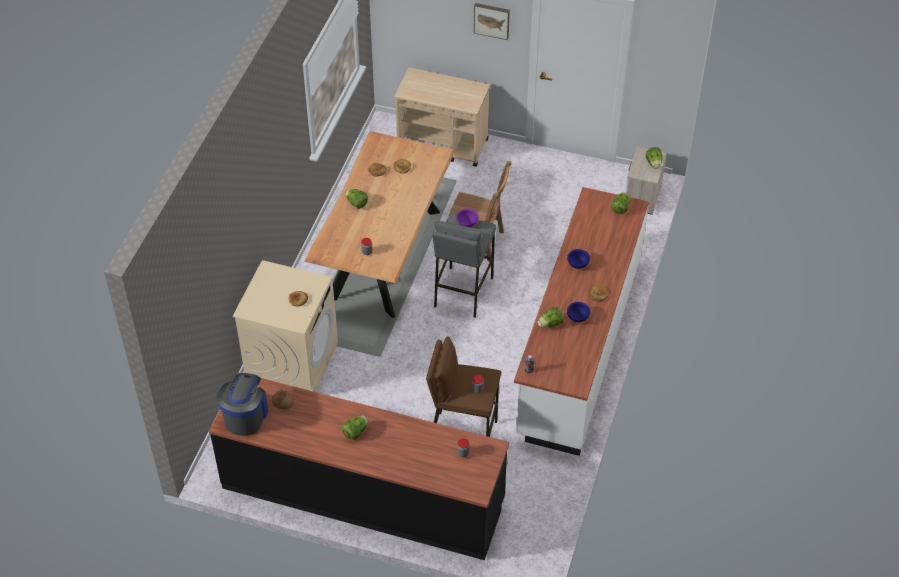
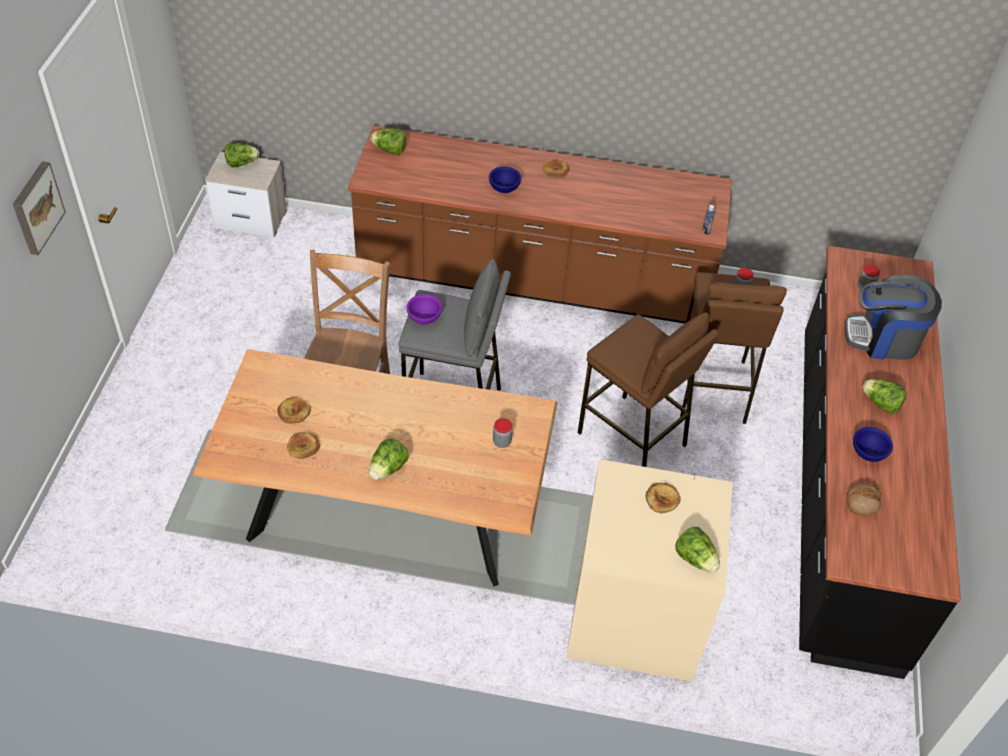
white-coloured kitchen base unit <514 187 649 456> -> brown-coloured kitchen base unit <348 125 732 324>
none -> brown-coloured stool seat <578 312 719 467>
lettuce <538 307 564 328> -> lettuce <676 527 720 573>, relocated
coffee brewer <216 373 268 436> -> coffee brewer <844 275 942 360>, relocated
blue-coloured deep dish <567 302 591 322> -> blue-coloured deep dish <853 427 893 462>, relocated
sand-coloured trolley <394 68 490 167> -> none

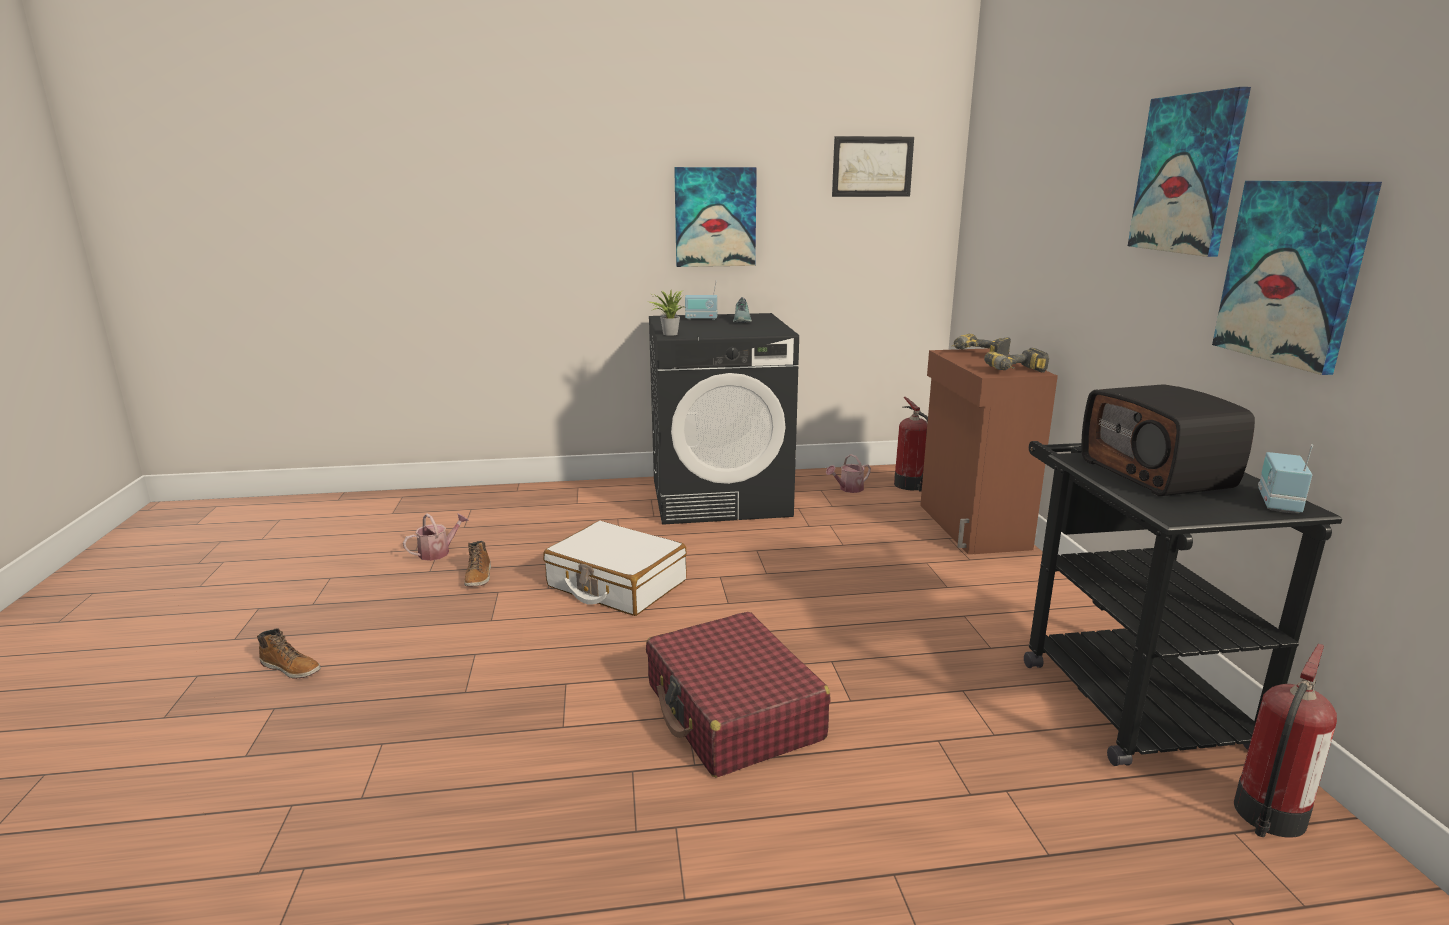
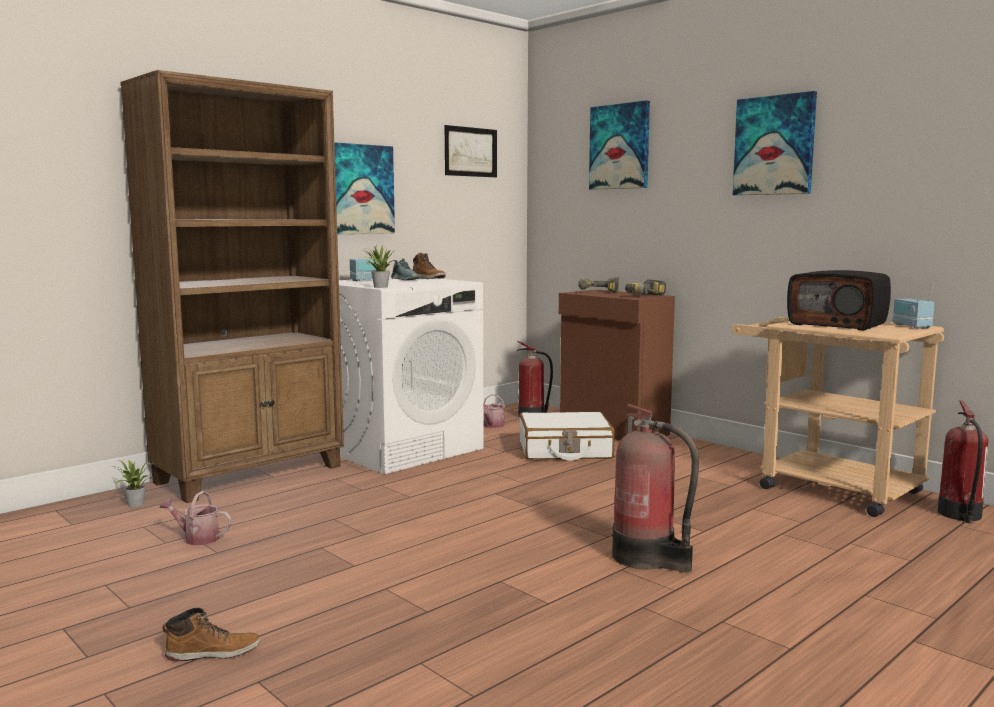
none -> houseplant <111 459 153 507>
none -> brown-coloured bookcase <120 70 344 503>
watering pot <403 513 468 561> -> watering pot <159 491 231 545>, 90 degrees counterclockwise
black laundry machine <649 313 799 525> -> white-coloured laundry machine <339 277 483 474>
tall boot <464 541 491 586> -> tall boot <413 253 446 279>, relocated
white-coloured travel case <543 521 687 616> -> white-coloured travel case <519 412 615 461>, relocated
wall picture <1212 181 1382 375> -> wall picture <589 100 650 190>, relocated
red-coloured travel case <646 612 831 778> -> extinguisher <612 404 699 572>
black trolley <1024 441 1342 766> -> sand-coloured trolley <731 317 944 517>

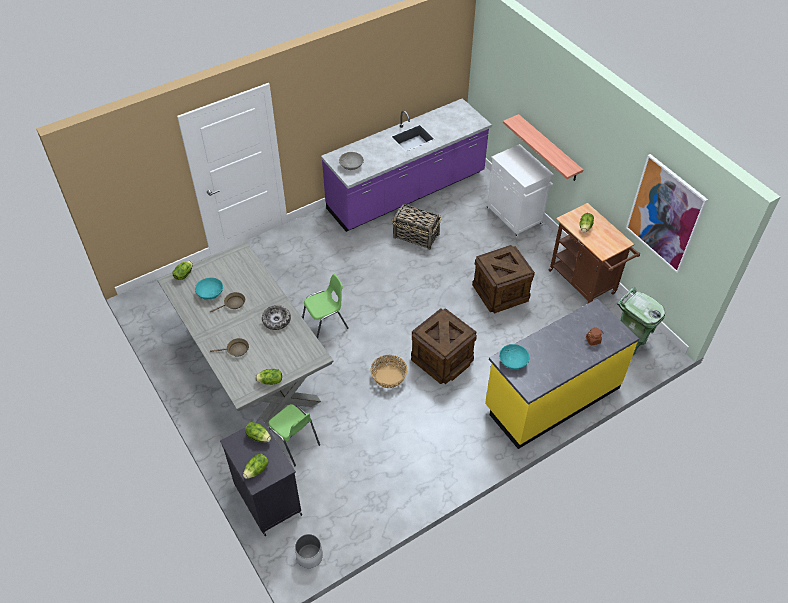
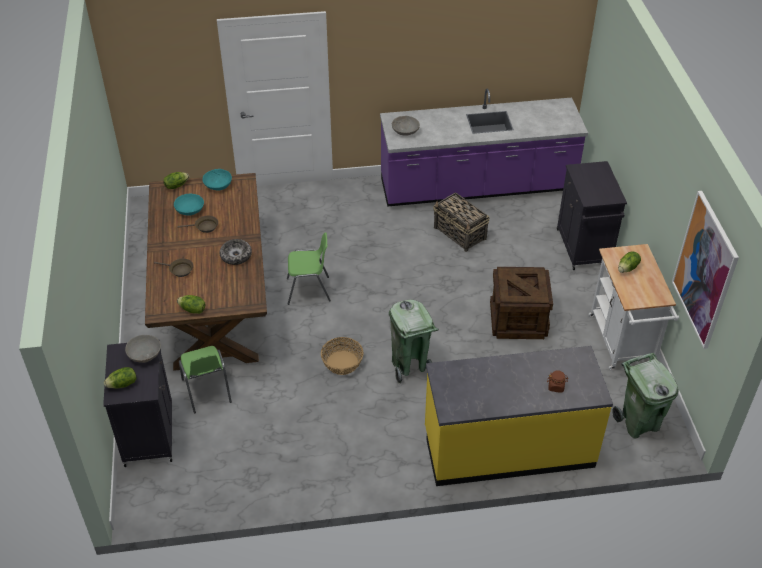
lettuce <245 422 271 442> -> greyish deep dish <125 335 161 363>
greyish dinner table <157 241 333 427> -> brown-coloured dinner table <145 173 267 371>
blue-green deep dish <499 344 529 369> -> blue-green deep dish <203 169 232 190>, relocated
crate <411 308 477 384> -> greenish waste bin <389 299 439 384>
white-coloured storage cabinet <486 144 554 238> -> black storage cabinet <557 161 627 270>
brown-coloured trolley <549 203 640 303> -> white-coloured trolley <588 244 679 370>
white-coloured plant pot <295 534 323 568> -> none
shelf <503 114 584 181> -> none

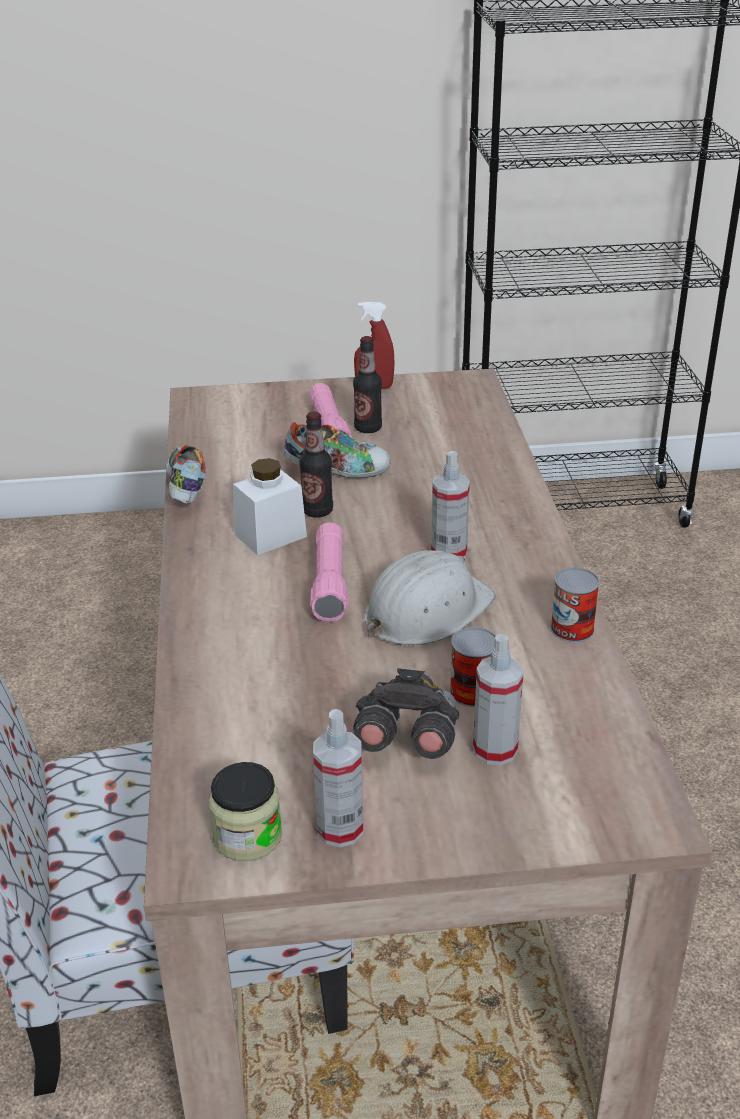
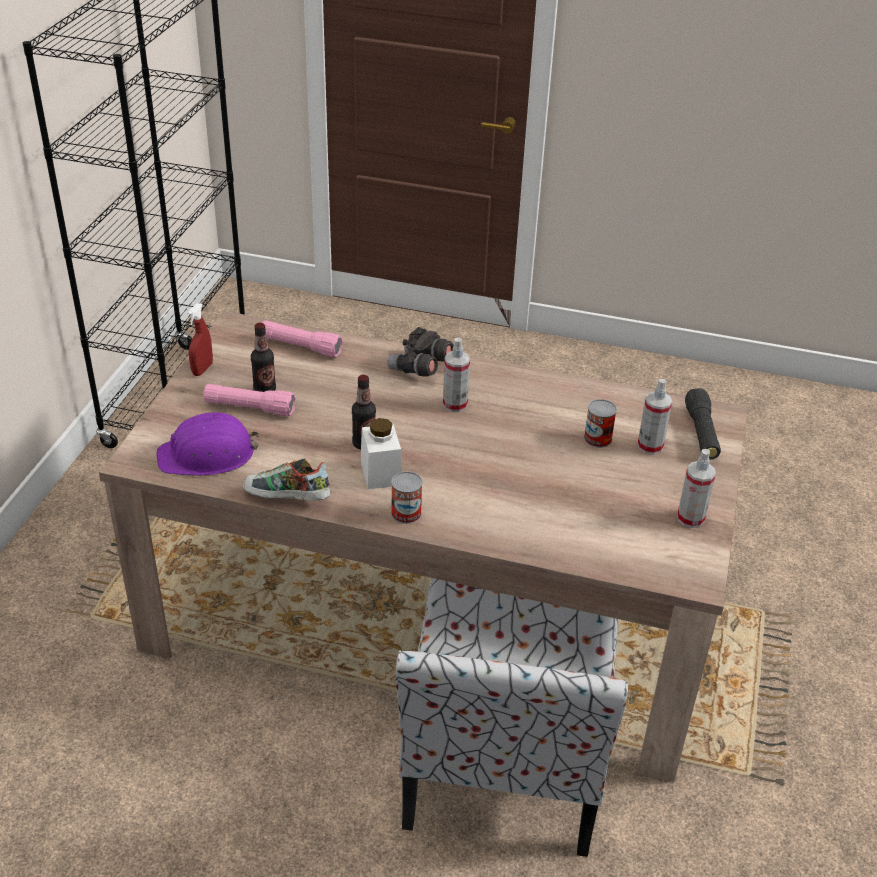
none -> purple-coloured safety helmet <157 412 259 476>
pink-coloured torch <310 522 348 622> -> pink-coloured torch <262 320 343 357>, relocated
greyish binoculars <353 668 459 759> -> greyish binoculars <387 327 454 377>, relocated
can <550 567 600 642> -> can <391 471 422 524>, relocated
none -> black torch <685 388 721 460>
jar <208 762 282 861> -> none
low shoe <283 422 391 478> -> none
white-coloured safety helmet <364 550 495 645> -> none

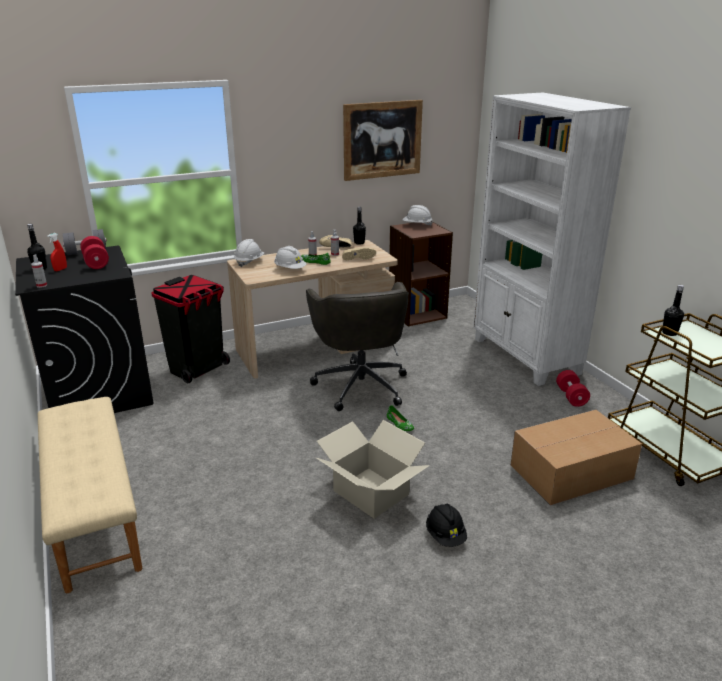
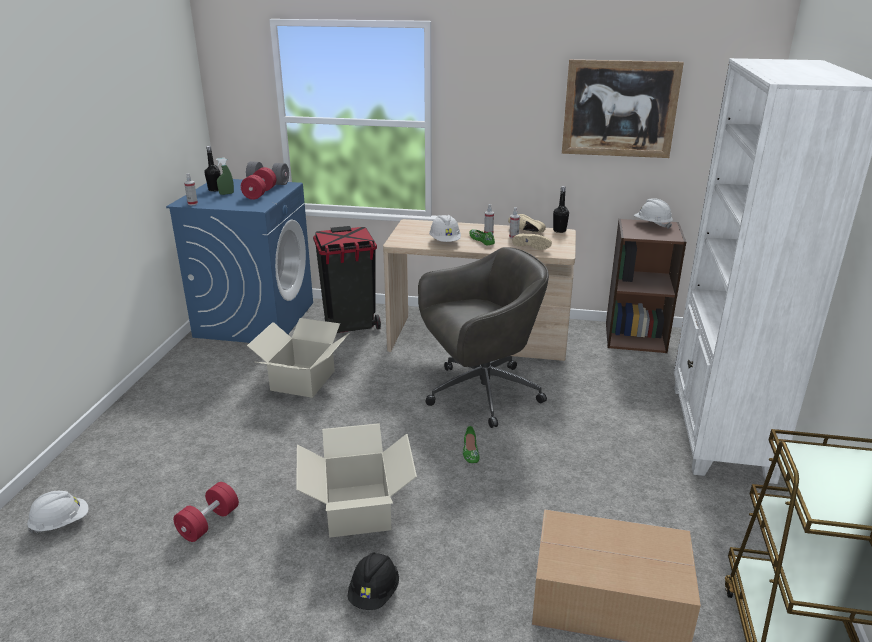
white-coloured safety helmet <234 239 264 267> -> white-coloured safety helmet <27 491 89 534>, relocated
black laundry machine <15 246 154 413> -> blue-coloured laundry machine <166 179 313 343>
red-coloured hand weight <556 370 590 407> -> red-coloured hand weight <173 482 239 542>, relocated
red-coloured spray bottle <47 233 67 271> -> greenish spray bottle <216 158 234 195>
none -> cardboard box <247 318 349 398>
greyish desk chair <306 282 409 411> -> greyish desk chair <418 247 549 428>, 135 degrees counterclockwise
sand-coloured long seat <38 397 142 593> -> none
black beverage bottle <662 285 684 336> -> none

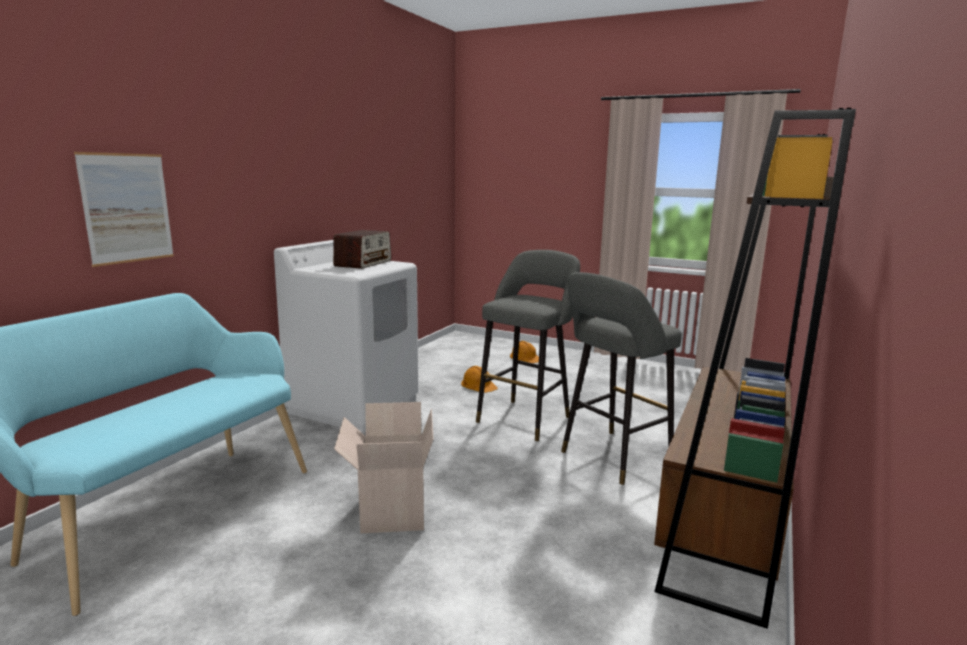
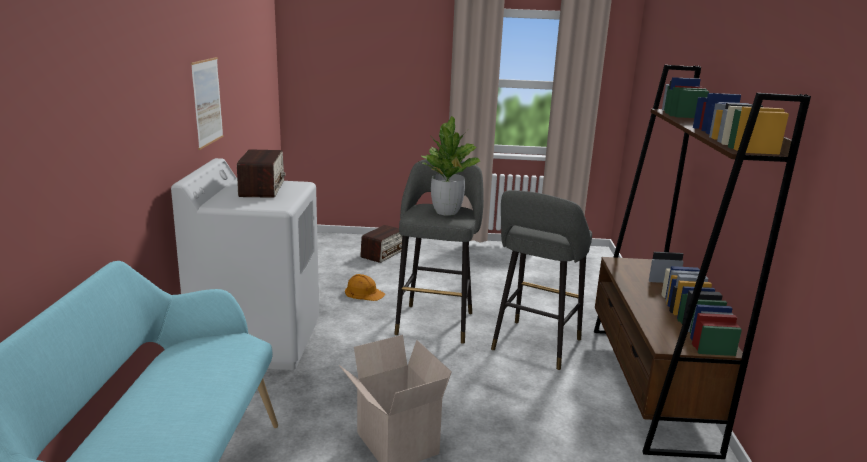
wall picture <74 152 174 267> -> wall picture <191 57 224 150>, relocated
orangey safety helmet <510 341 539 363> -> radio receiver <360 225 402 263>
none -> houseplant <420 116 480 216>

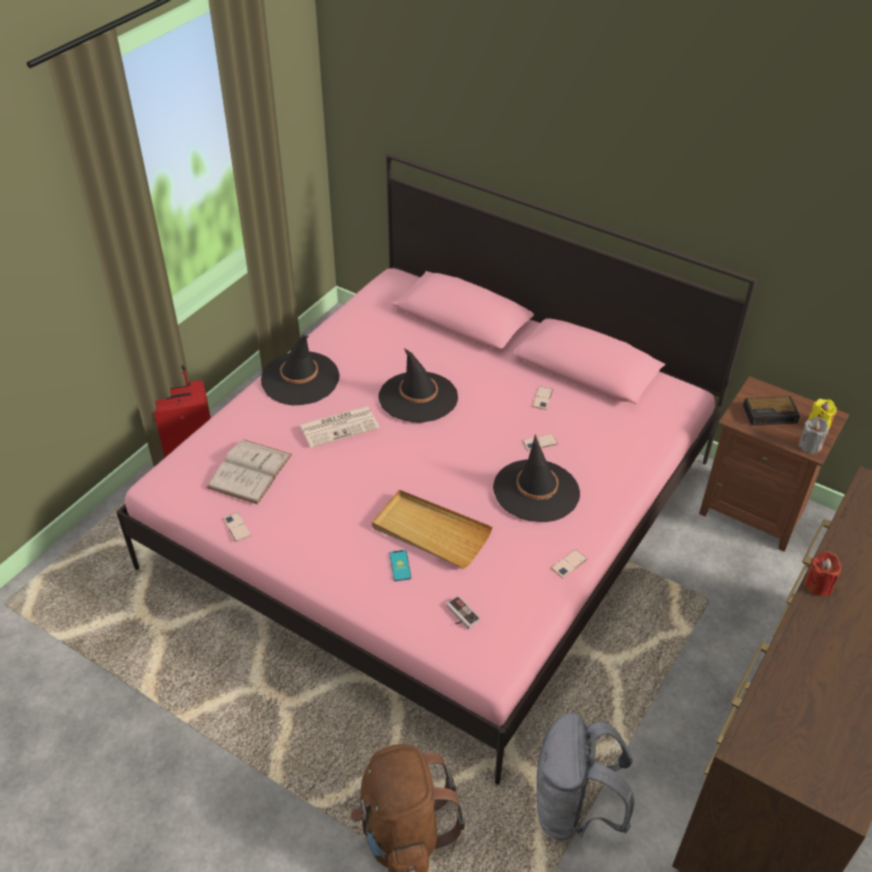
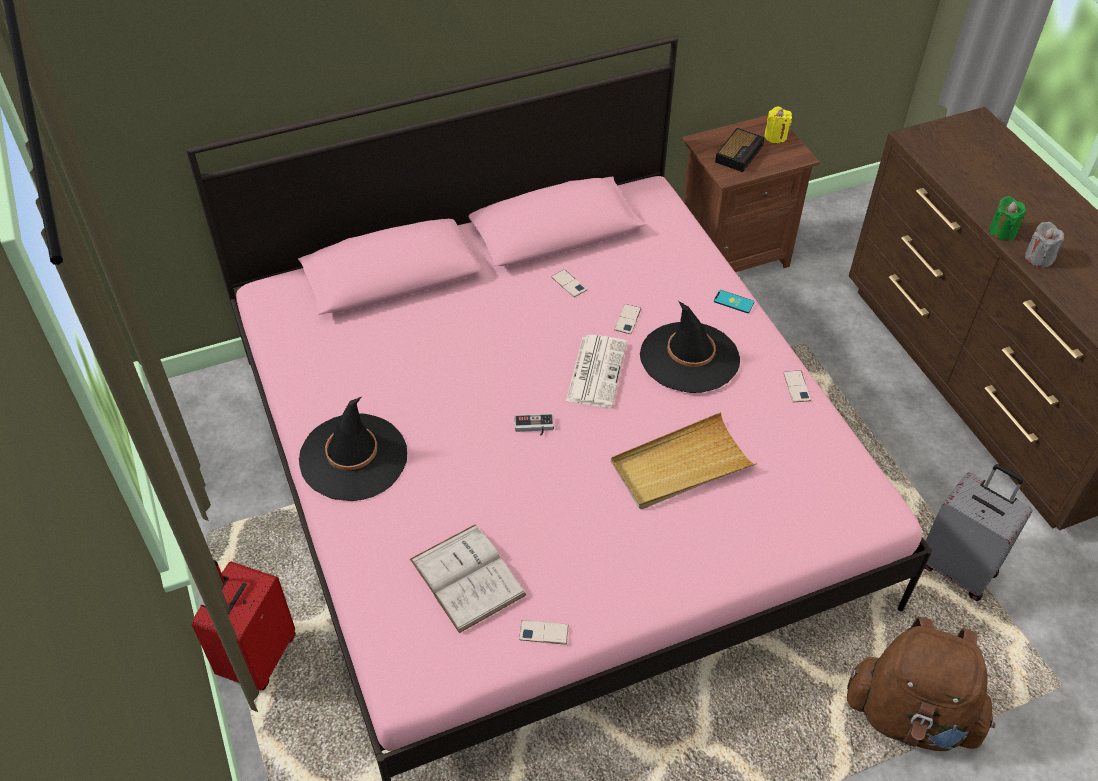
joypad <446 596 481 629> -> joypad <515 414 554 436>, relocated
daily paper <300 406 379 448> -> daily paper <566 335 627 408>, relocated
handset <389 550 411 581> -> handset <714 290 754 313>, relocated
greyish rucksack <537 712 634 840> -> greyish travel case <925 464 1032 601>
red-coloured wax light <804 551 841 596> -> greenish wax light <989 196 1026 241>
greyish wax light <798 417 828 454> -> greyish wax light <1025 222 1064 268>, relocated
black clothing hat <378 348 458 423> -> none

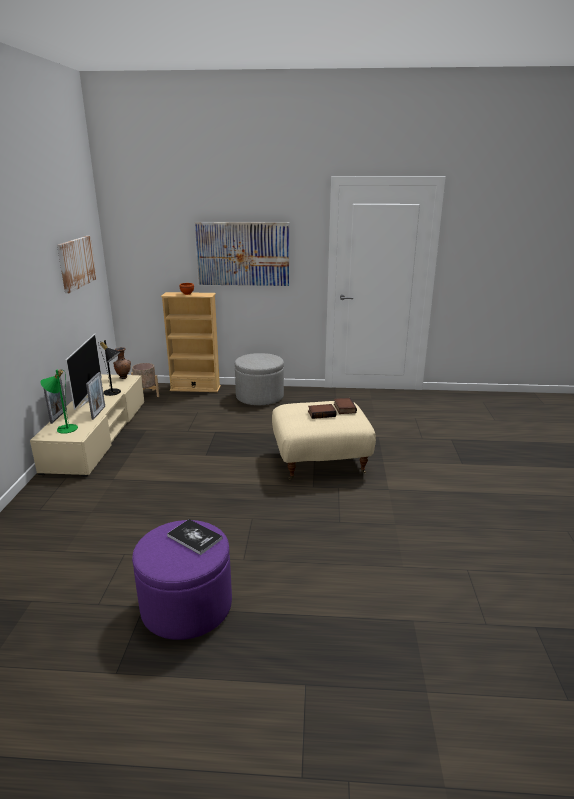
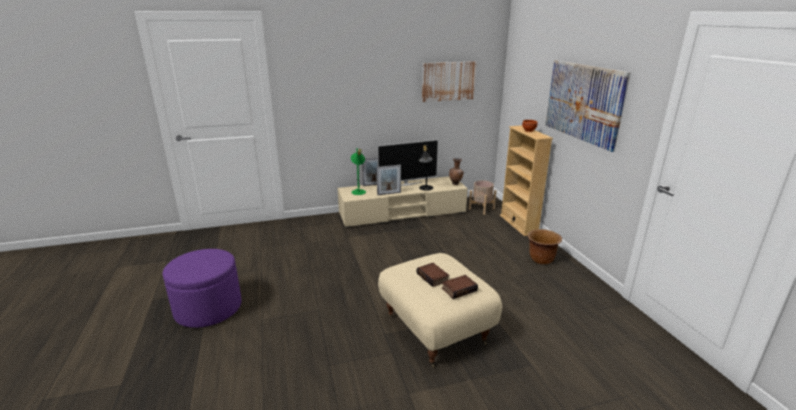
greyish ottoman <235 353 284 405> -> brown-coloured plant pot <528 229 562 264>
volume <167 519 223 555> -> none

